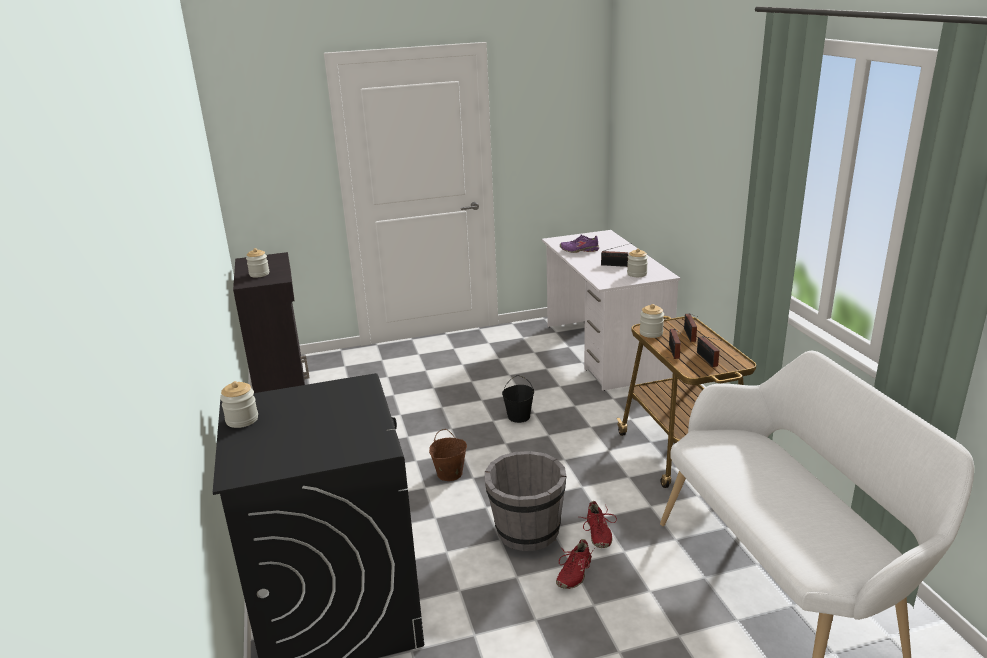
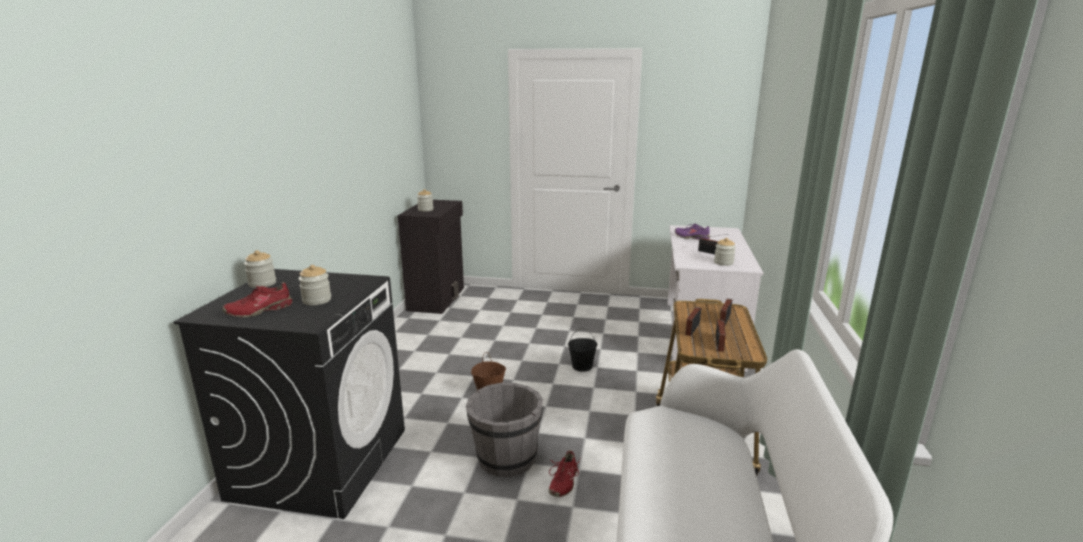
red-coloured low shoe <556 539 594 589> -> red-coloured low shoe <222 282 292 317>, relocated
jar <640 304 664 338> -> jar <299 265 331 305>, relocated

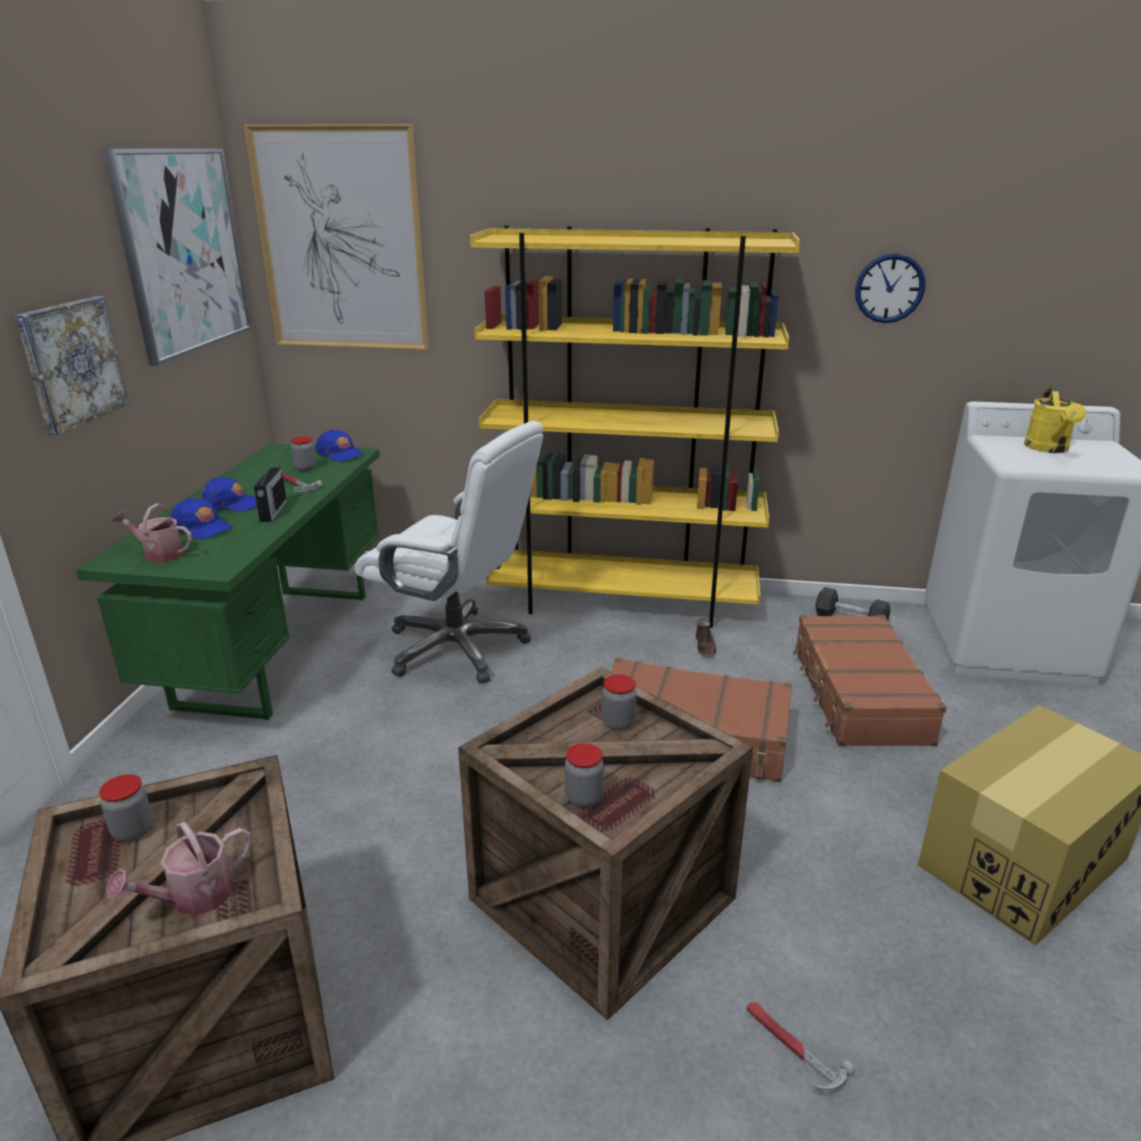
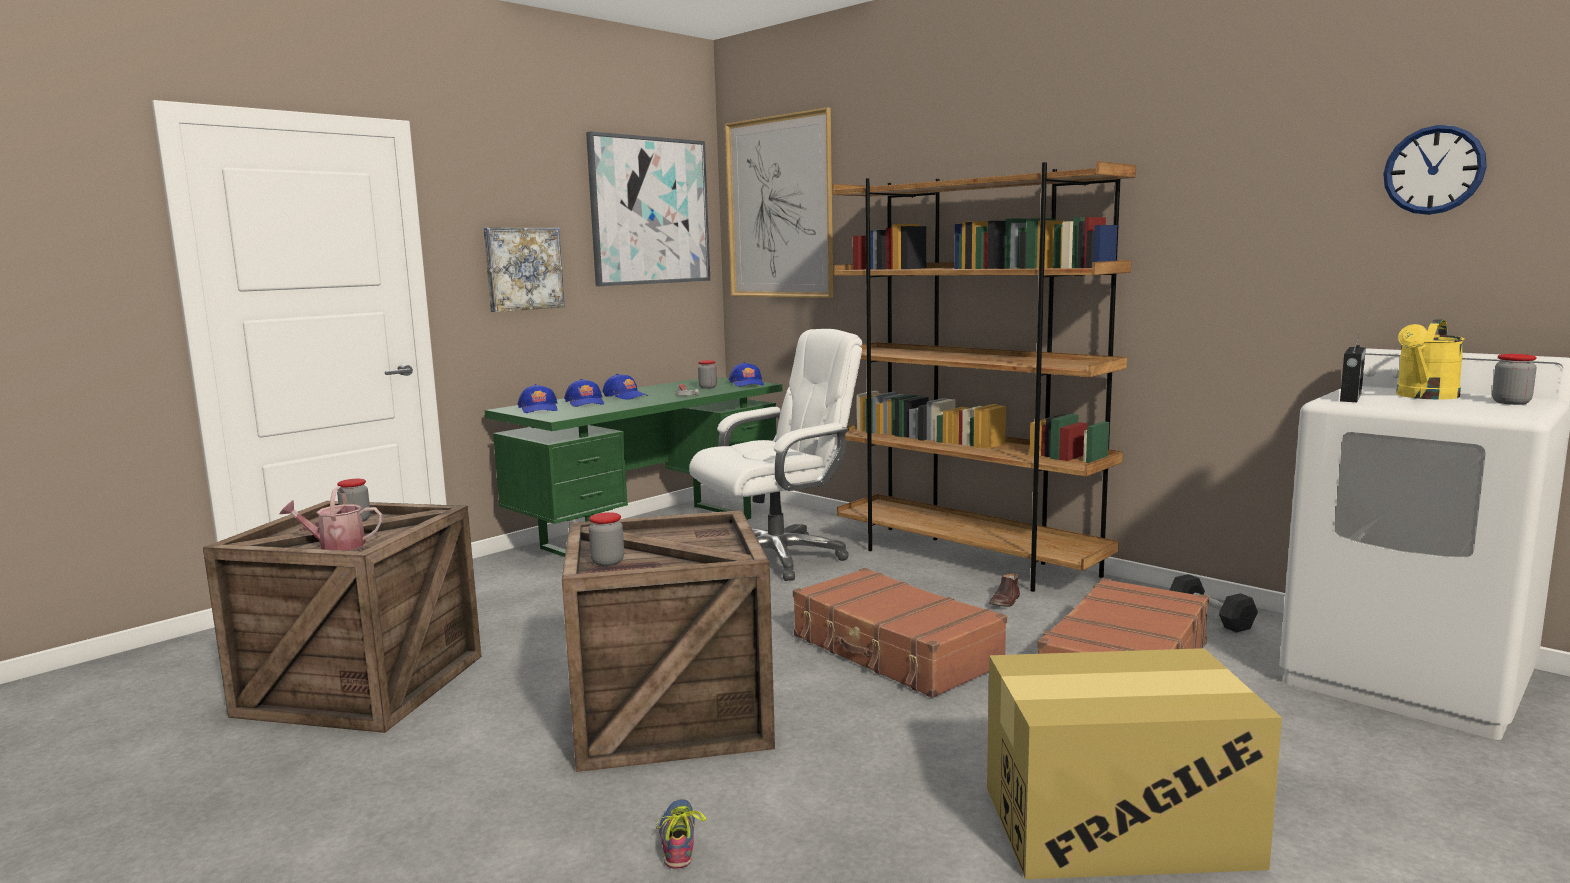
watering pot <113 503 192 562> -> blue-coloured baseball cap <517 384 558 413>
tool hammer <746 1002 855 1094> -> low shoe <656 799 706 868>
white-coloured desk chair <355 421 544 684> -> white-coloured desk chair <689 329 862 581>, 90 degrees counterclockwise
yellowish bookcase <470 225 800 628> -> brown-coloured bookcase <832 161 1136 592>
radio receiver <254 460 287 522> -> radio receiver <1340 335 1366 402>, relocated
wall clock <855 253 925 323> -> wall clock <1383 125 1487 215>, relocated
jar <602 674 637 730> -> jar <1492 354 1537 405>, relocated

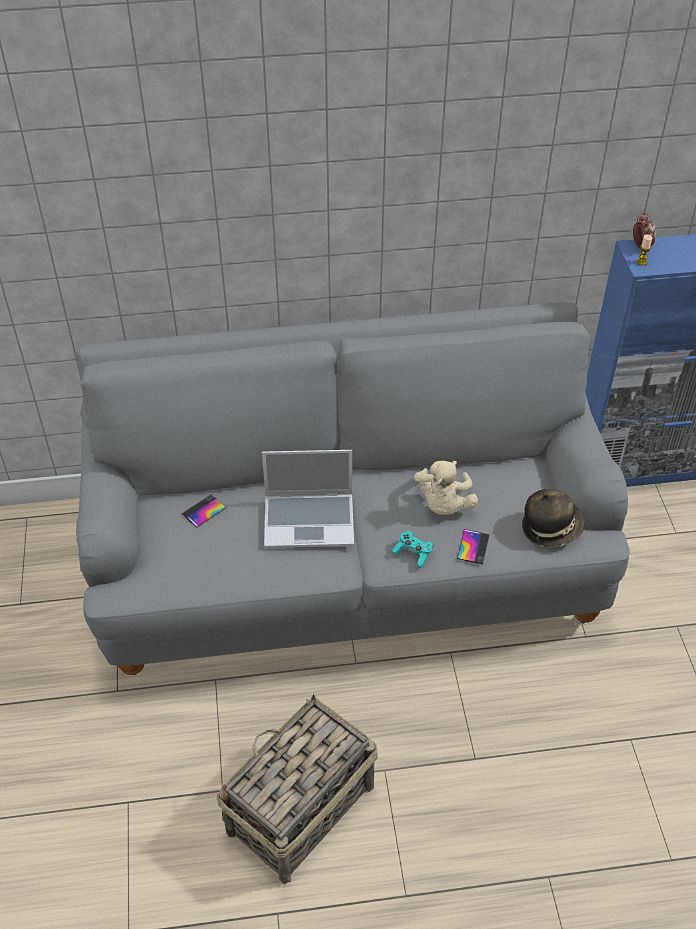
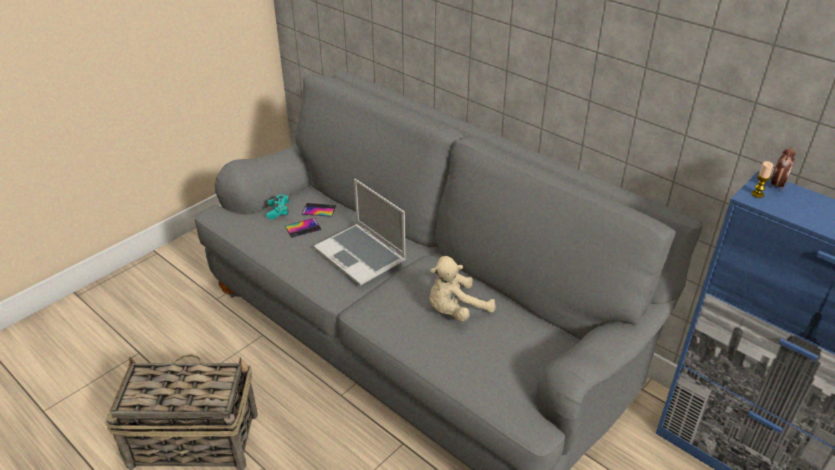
blue-green joypad <392 531 434 568> -> blue-green joypad <266 194 289 219>, relocated
handset <457 529 490 564> -> handset <285 218 322 238>, relocated
clothing hat <522 489 585 546> -> none

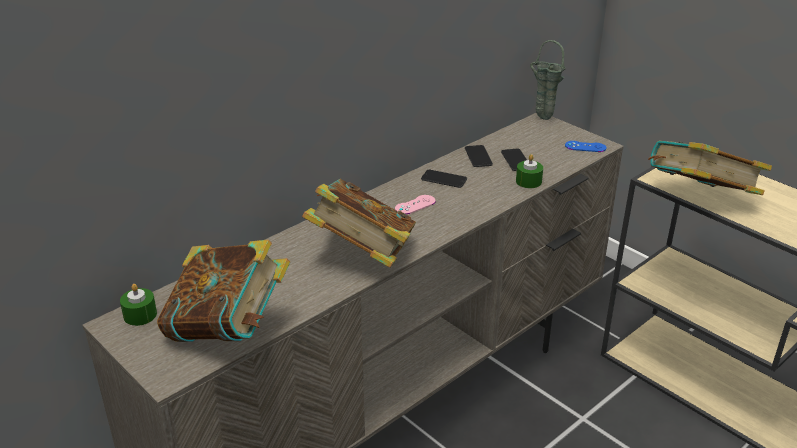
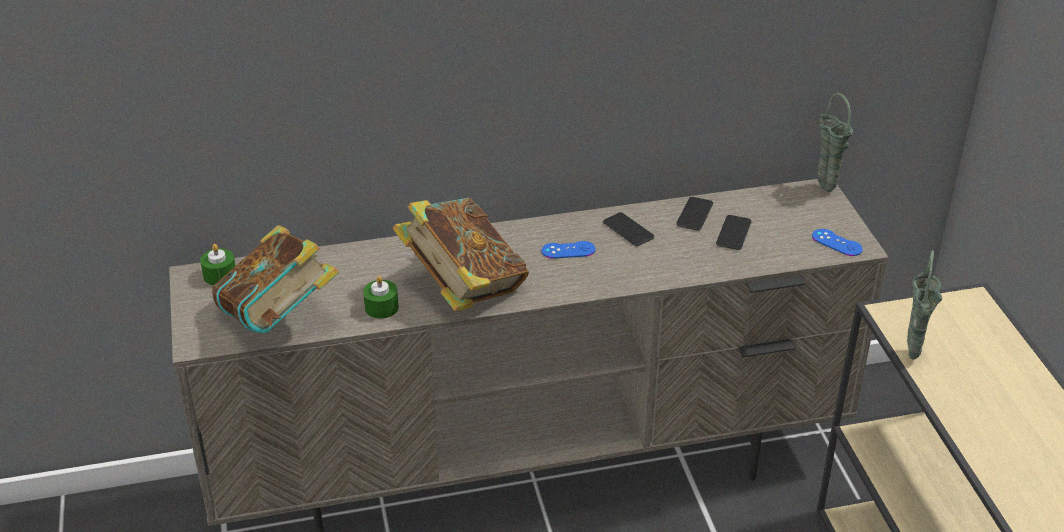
greenish wax light <516 154 543 188> -> greenish wax light <363 276 399 319>, relocated
pink-coloured joypad <395 195 436 214> -> blue-coloured joypad <542 241 595 259>
volume <648 141 772 195> -> greenish vase <907 250 942 359>

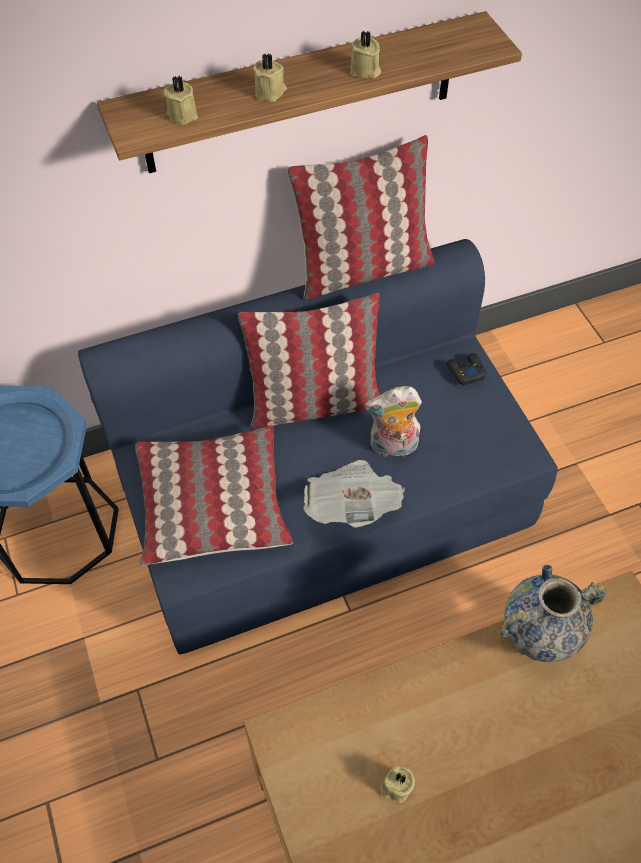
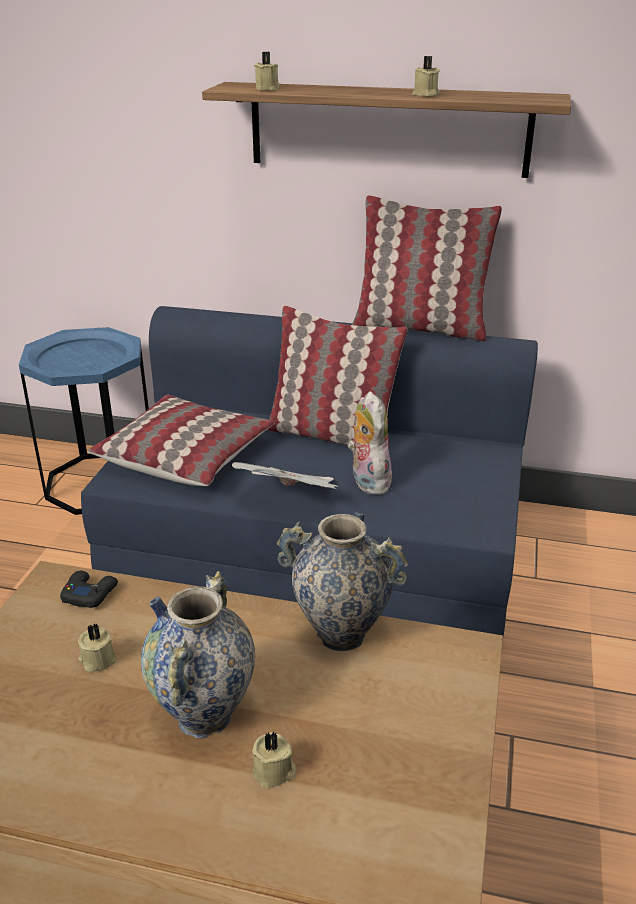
black joypad <446 353 486 385> -> black joypad <60 571 118 608>, relocated
none -> vase <141 571 255 739>
sand-coloured wax light <253 53 287 102> -> sand-coloured wax light <252 732 296 789>, relocated
soft toy <365 386 422 460> -> soft toy <348 391 392 495>, 45 degrees clockwise

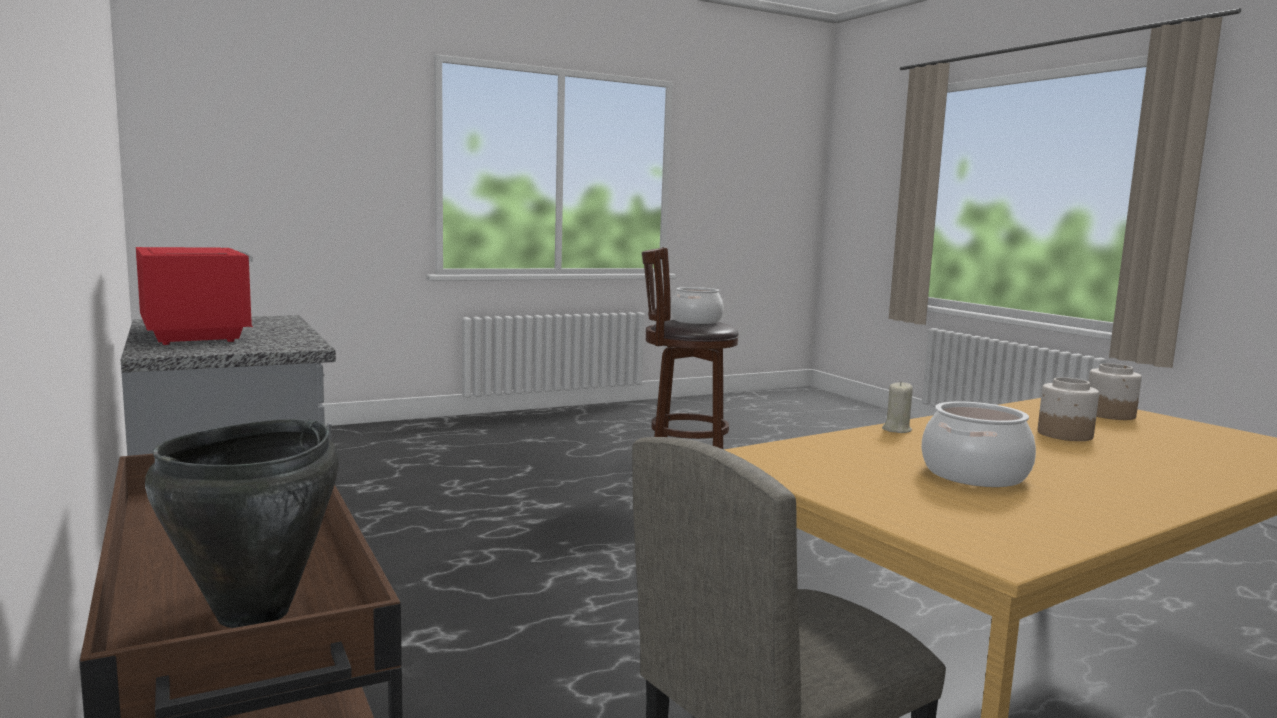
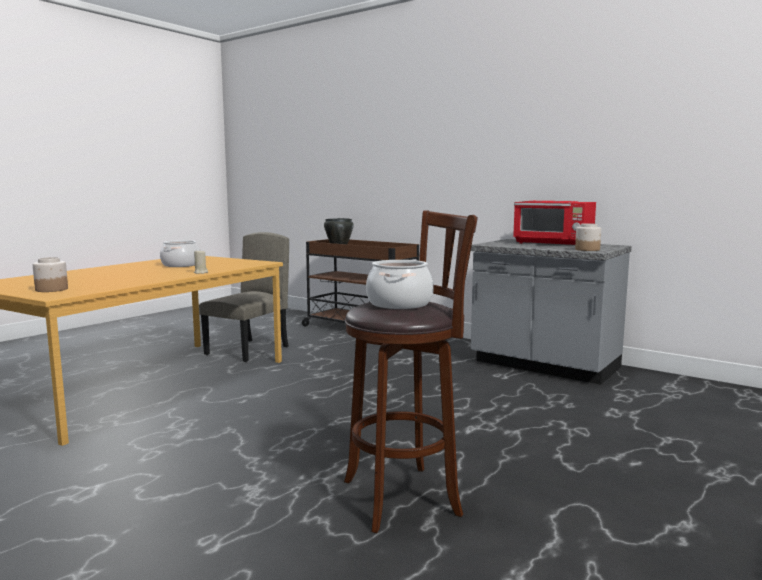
jar <1038 377 1099 441> -> jar <575 223 601 251>, relocated

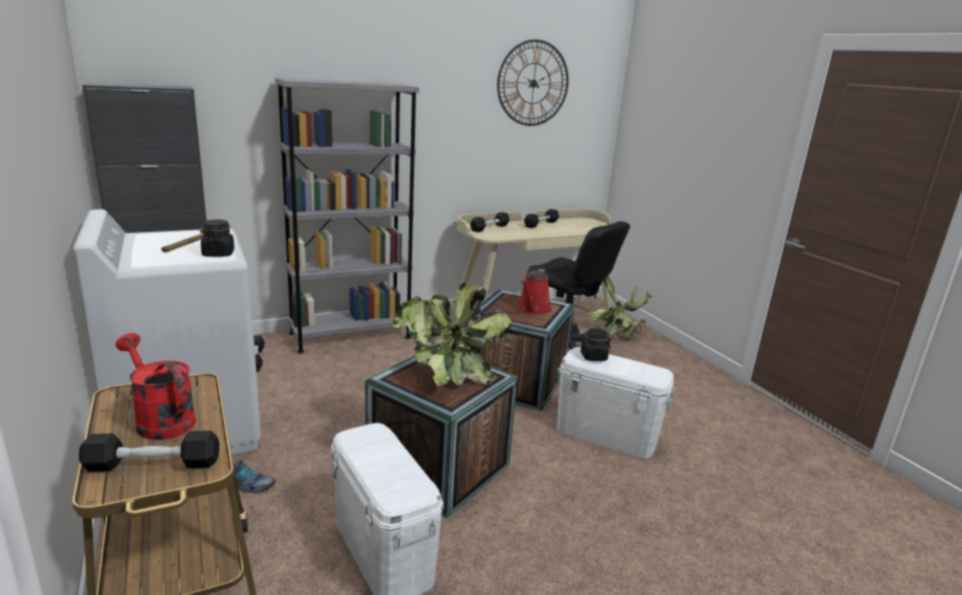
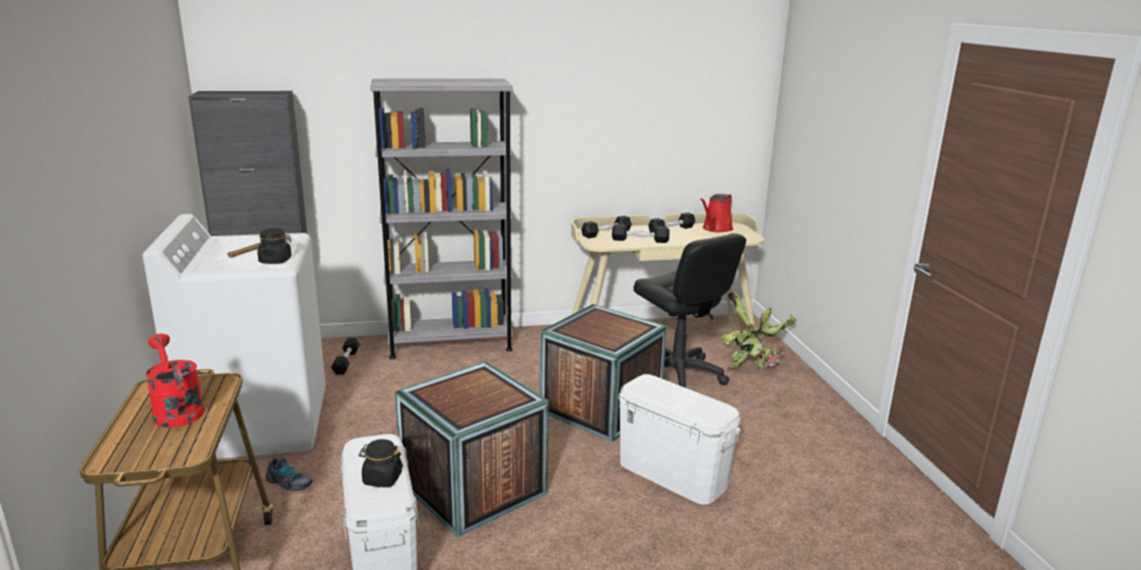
black jar <580 328 611 361> -> black jar <359 439 403 487>, relocated
black hand weight <79 431 219 472> -> black hand weight <612 224 670 243>, relocated
red-coloured watering pot <517 269 551 315> -> red-coloured watering pot <700 194 733 233>, relocated
houseplant <392 283 512 386> -> none
wall clock <497 39 569 126> -> none

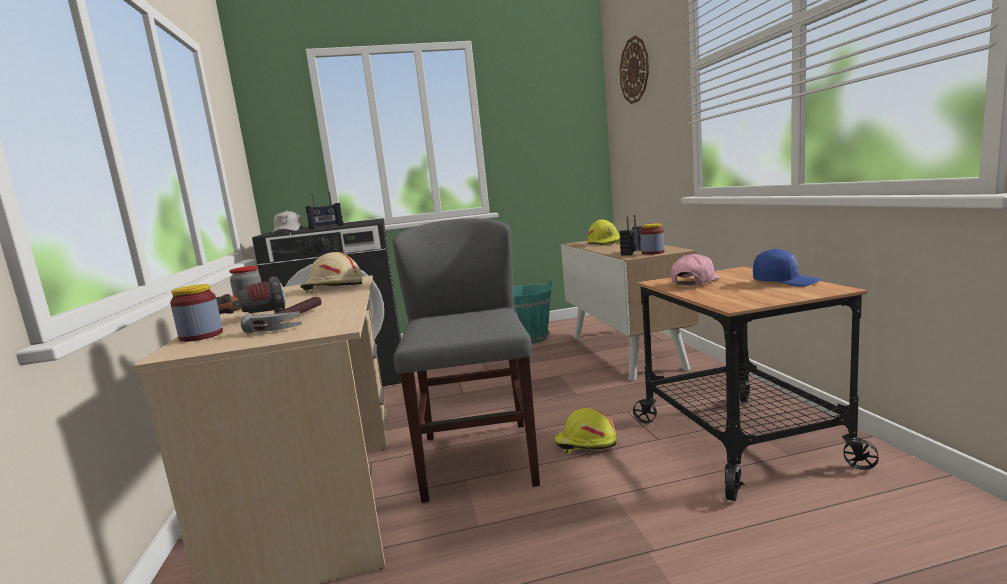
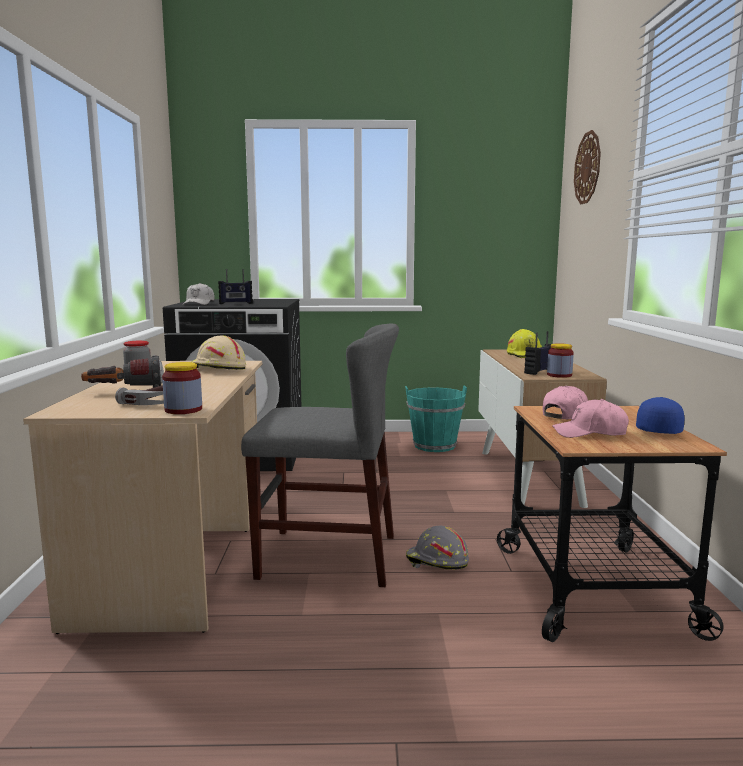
jar <170 284 223 342> -> jar <162 362 202 414>, relocated
greyish chair <392 218 540 503> -> greyish chair <241 324 399 587>, 90 degrees clockwise
yellowish safety helmet <554 408 617 454> -> greyish safety helmet <406 526 469 569>
none -> pink-coloured baseball cap <552 399 629 438>
blue-coloured baseball cap <753 249 821 287> -> blue-coloured baseball cap <636 397 685 434>, 120 degrees counterclockwise

